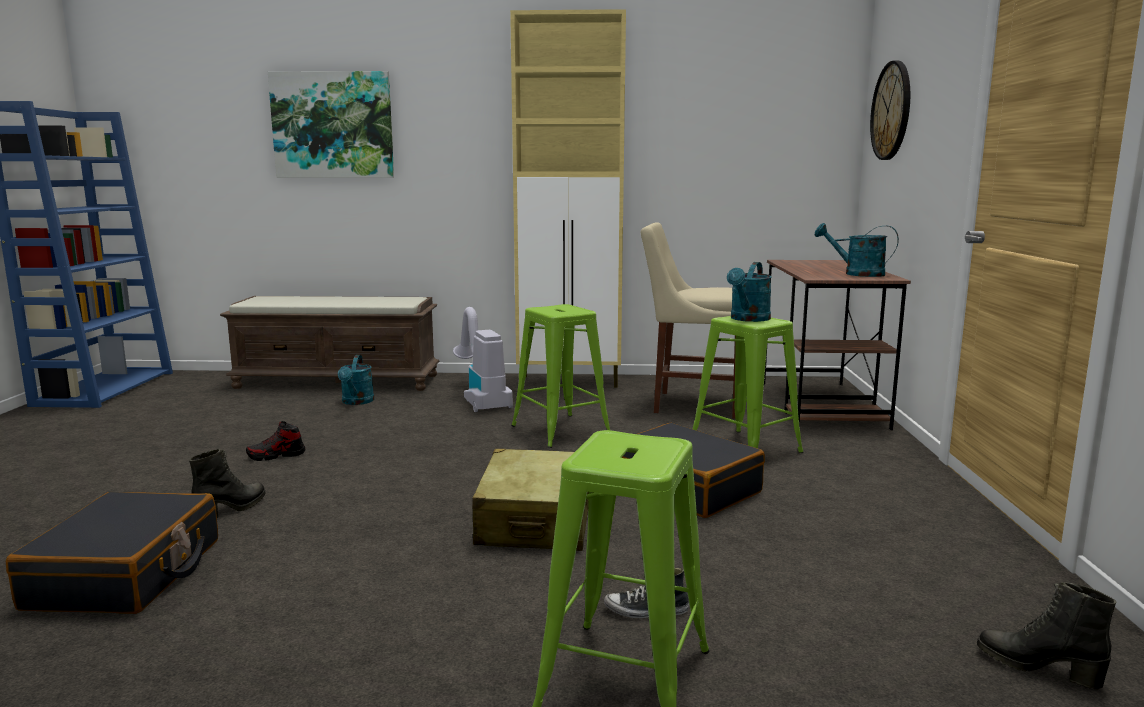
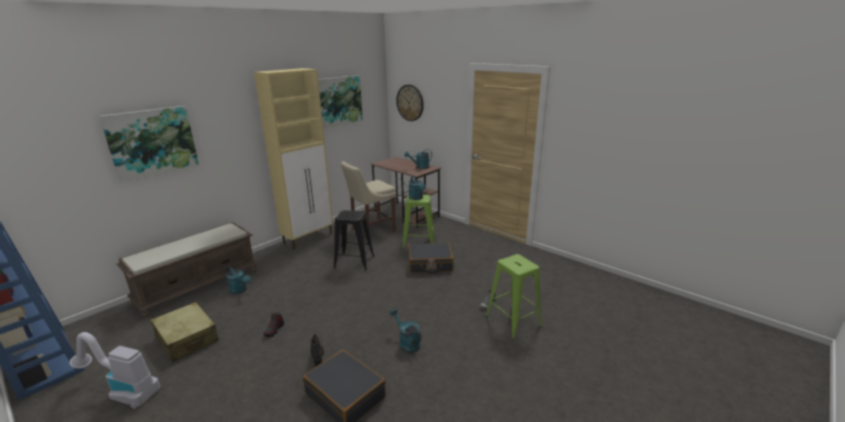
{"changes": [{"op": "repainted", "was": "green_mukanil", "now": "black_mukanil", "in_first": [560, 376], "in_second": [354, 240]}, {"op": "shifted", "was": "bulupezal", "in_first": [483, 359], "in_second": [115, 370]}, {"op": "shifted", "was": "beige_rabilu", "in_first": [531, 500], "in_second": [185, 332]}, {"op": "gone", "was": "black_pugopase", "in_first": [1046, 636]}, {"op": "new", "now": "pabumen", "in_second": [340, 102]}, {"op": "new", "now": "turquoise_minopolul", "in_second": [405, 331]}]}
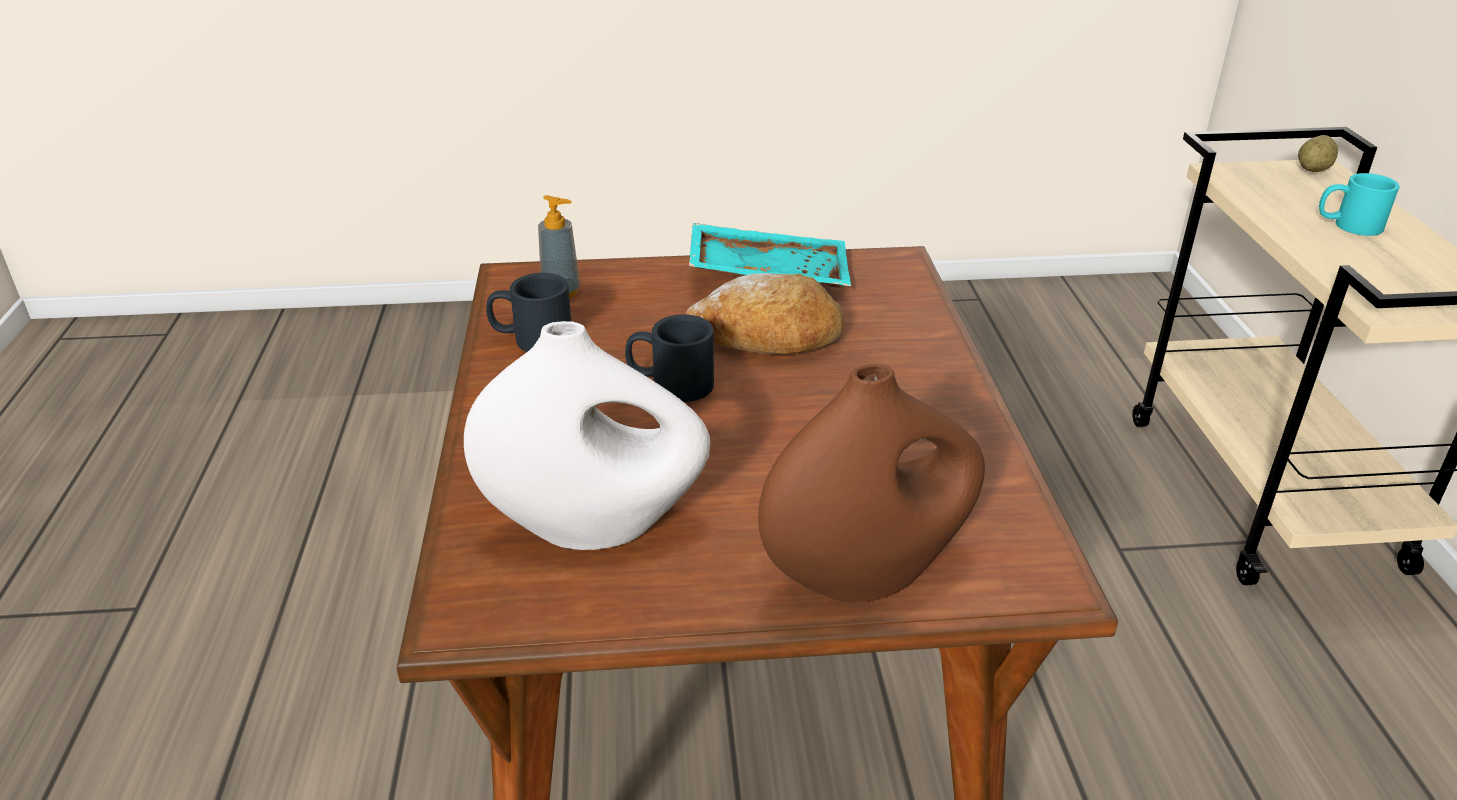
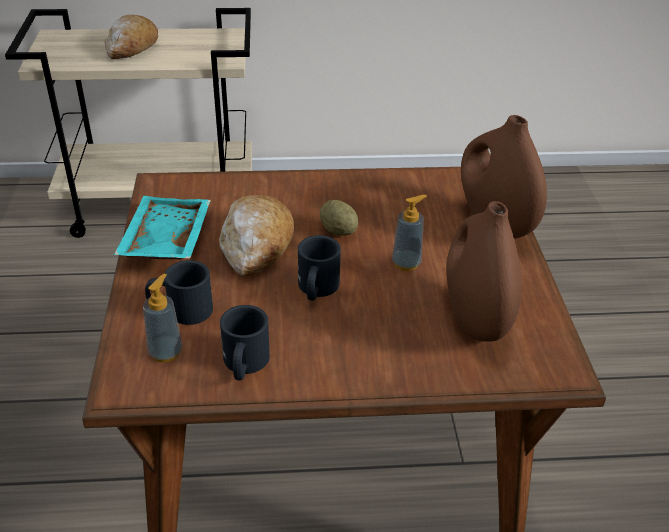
{"changes": [{"op": "shifted", "was": "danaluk", "in_first": [1318, 153], "in_second": [339, 218]}, {"op": "swapped", "was": "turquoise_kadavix", "now": "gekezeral", "in_first": [1359, 204], "in_second": [131, 37]}, {"op": "repainted", "was": "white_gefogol", "now": "brown_gefogol", "in_first": [587, 435], "in_second": [484, 271]}, {"op": "new", "now": "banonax", "in_second": [409, 233]}, {"op": "new", "now": "black_kadavix", "in_second": [179, 292]}]}
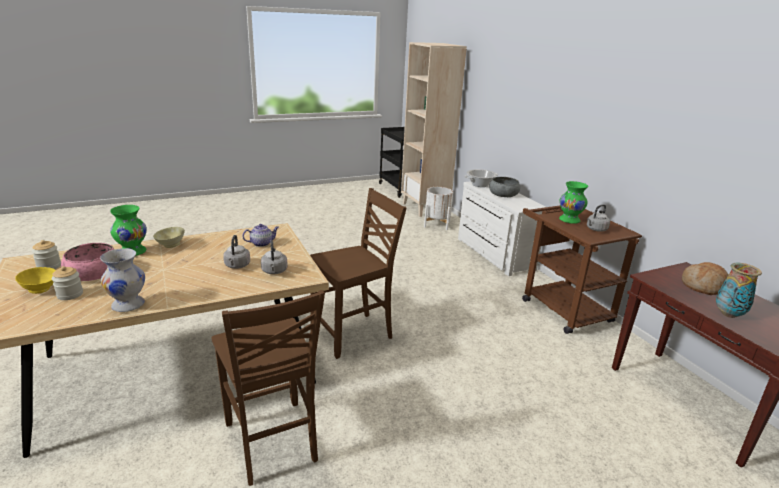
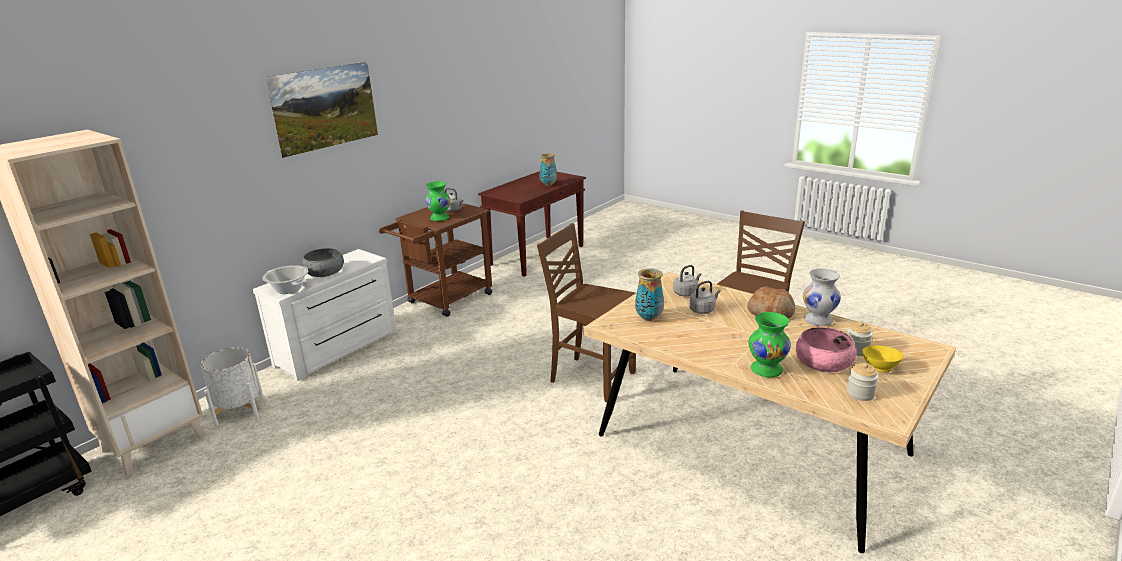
{"changes": [{"op": "swapped", "was": "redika", "now": "gefogol", "in_first": [260, 235], "in_second": [649, 294]}, {"op": "gone", "was": "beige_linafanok", "in_first": [169, 237]}, {"op": "shifted", "was": "gekezeral", "in_first": [705, 278], "in_second": [771, 302]}, {"op": "new", "now": "pabumen", "in_second": [322, 110]}]}
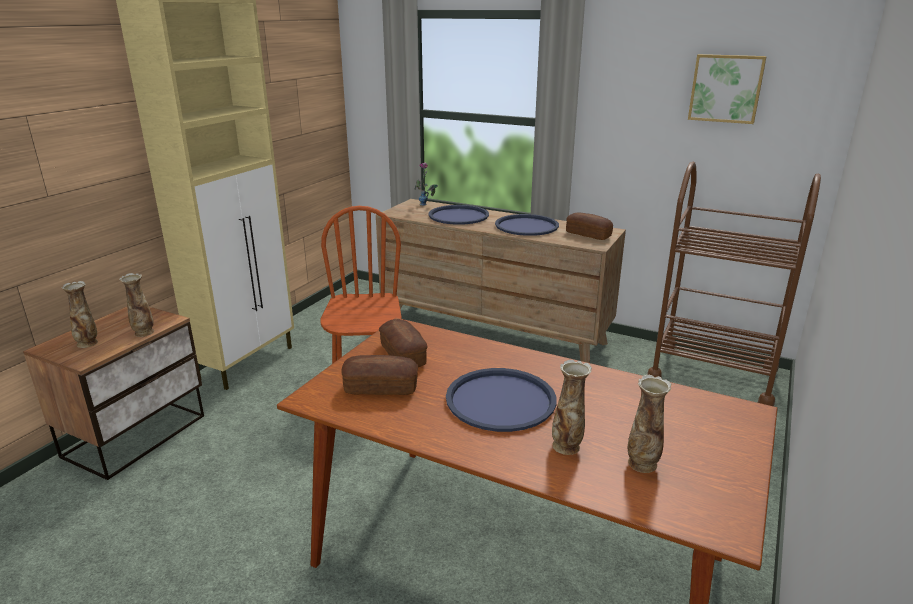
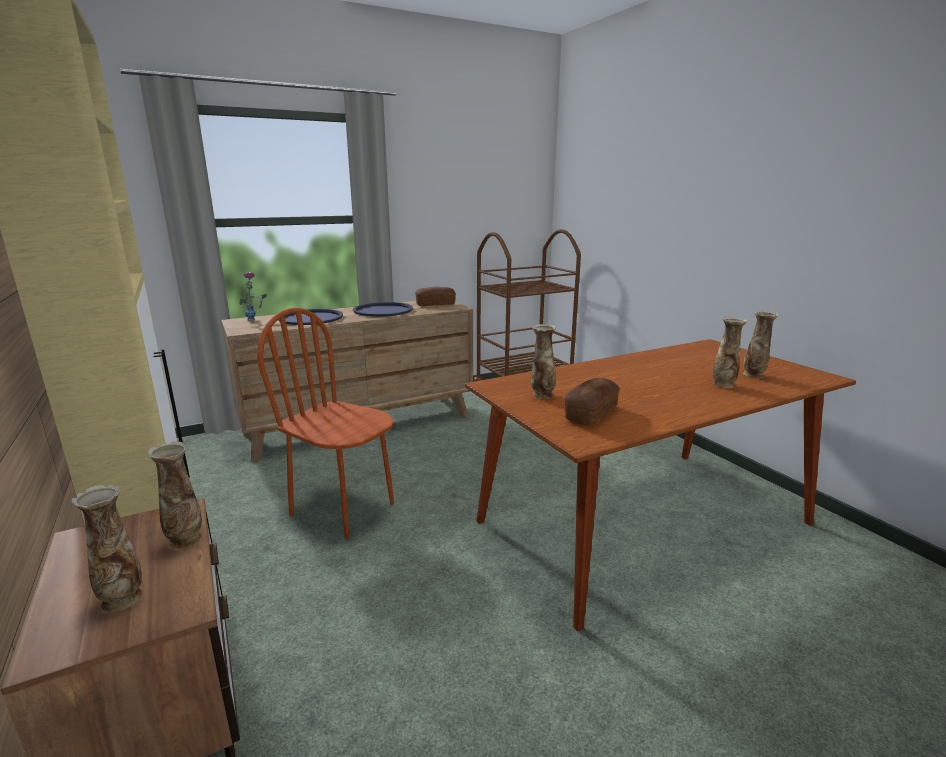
{"changes": [{"op": "gone", "was": "pabumen", "in_first": [727, 89]}, {"op": "swapped", "was": "gekezeral", "now": "gefogol", "in_first": [403, 343], "in_second": [543, 361]}, {"op": "gone", "was": "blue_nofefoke", "in_first": [501, 400]}]}
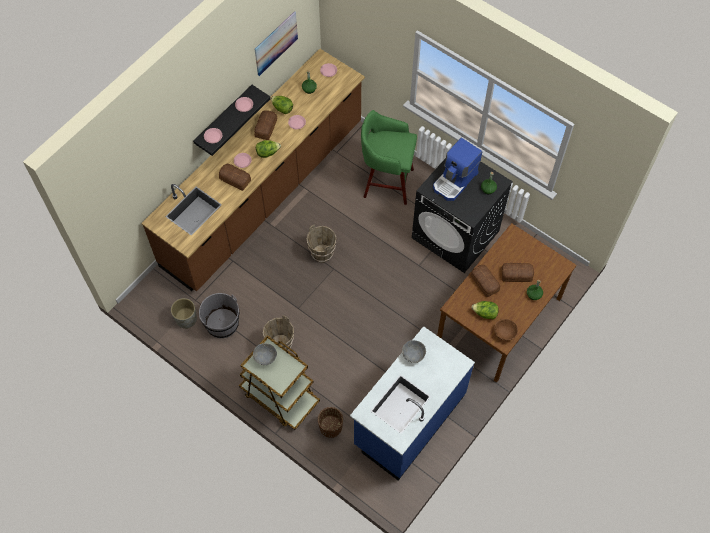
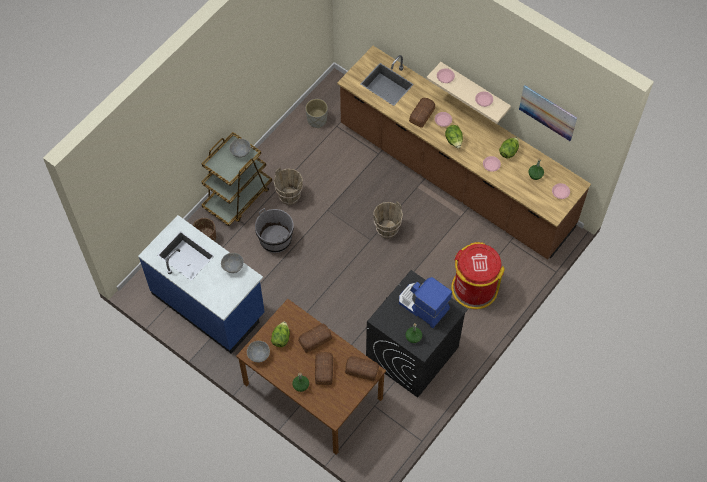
{"changes": [{"op": "repainted", "was": "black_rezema", "now": "beige_rezema", "in_first": [232, 120], "in_second": [468, 93]}, {"op": "shifted", "was": "gekezeral", "in_first": [265, 125], "in_second": [362, 368]}, {"op": "swapped", "was": "green_mukanil", "now": "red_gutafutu", "in_first": [389, 157], "in_second": [478, 275]}, {"op": "shifted", "was": "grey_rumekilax", "in_first": [219, 315], "in_second": [274, 230]}, {"op": "repainted", "was": "brown_linafanok", "now": "grey_linafanok", "in_first": [506, 329], "in_second": [258, 352]}]}
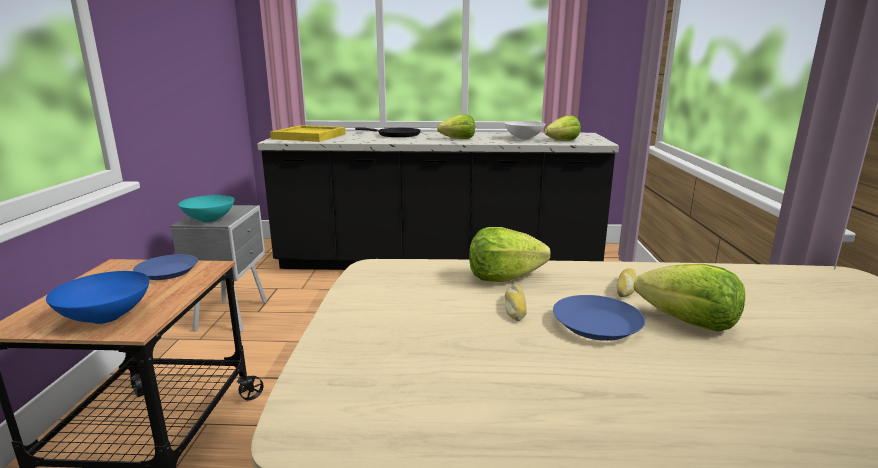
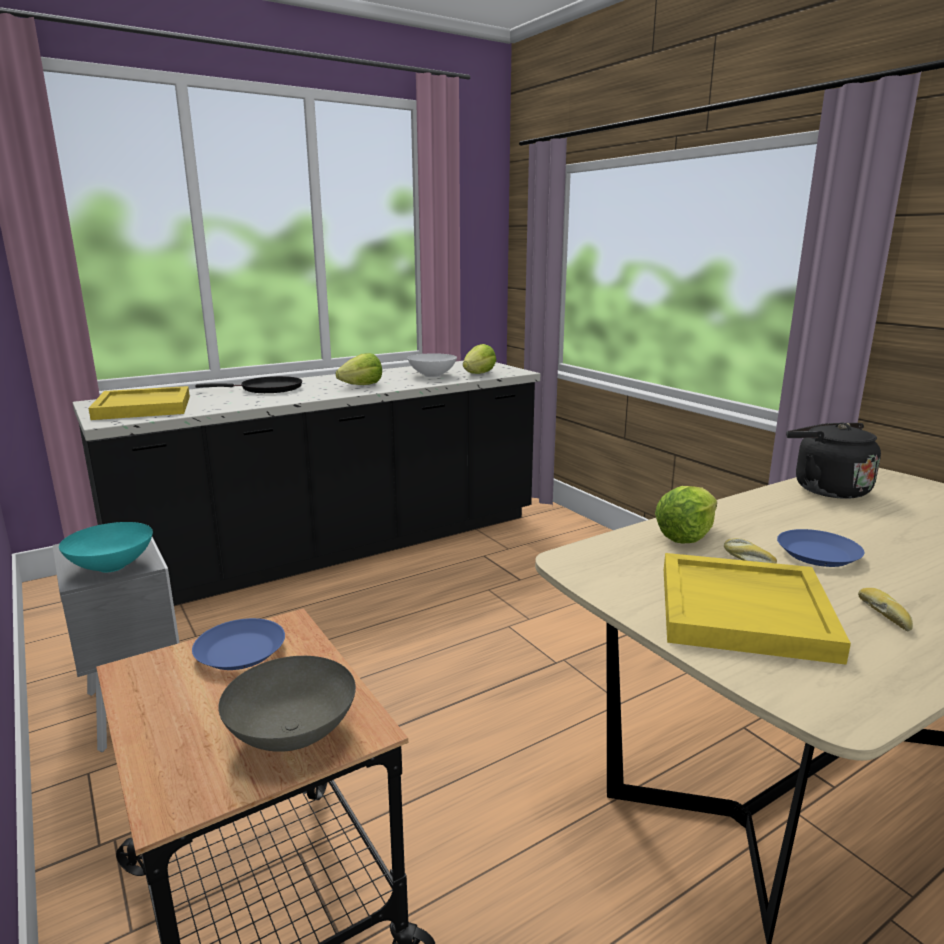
{"changes": [{"op": "gone", "was": "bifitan", "in_first": [689, 298]}, {"op": "shifted", "was": "gekezeral", "in_first": [627, 282], "in_second": [885, 610]}, {"op": "repainted", "was": "blue_linafanok", "now": "grey_linafanok", "in_first": [98, 297], "in_second": [287, 704]}, {"op": "new", "now": "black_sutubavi", "in_second": [833, 461]}, {"op": "new", "now": "yellow_nofefoke", "in_second": [757, 609]}]}
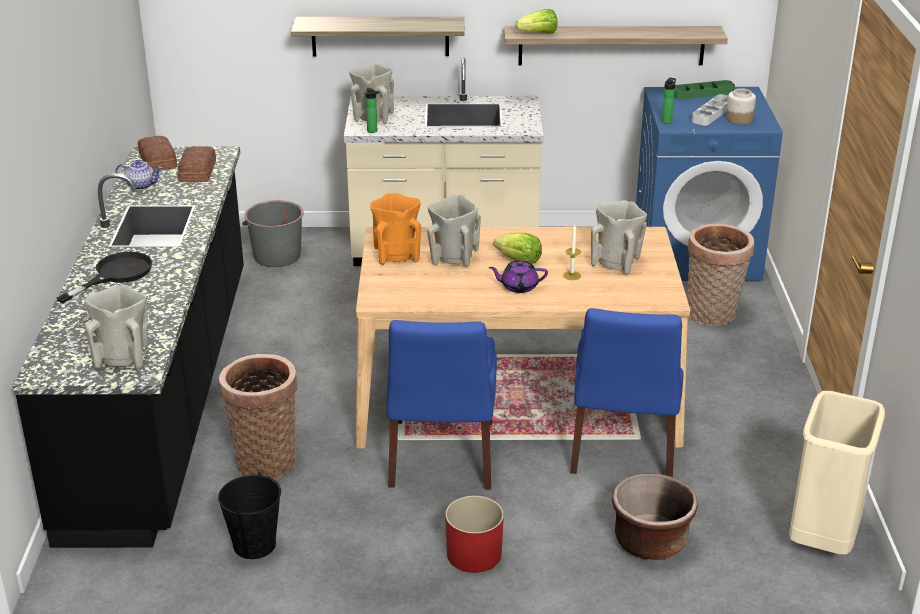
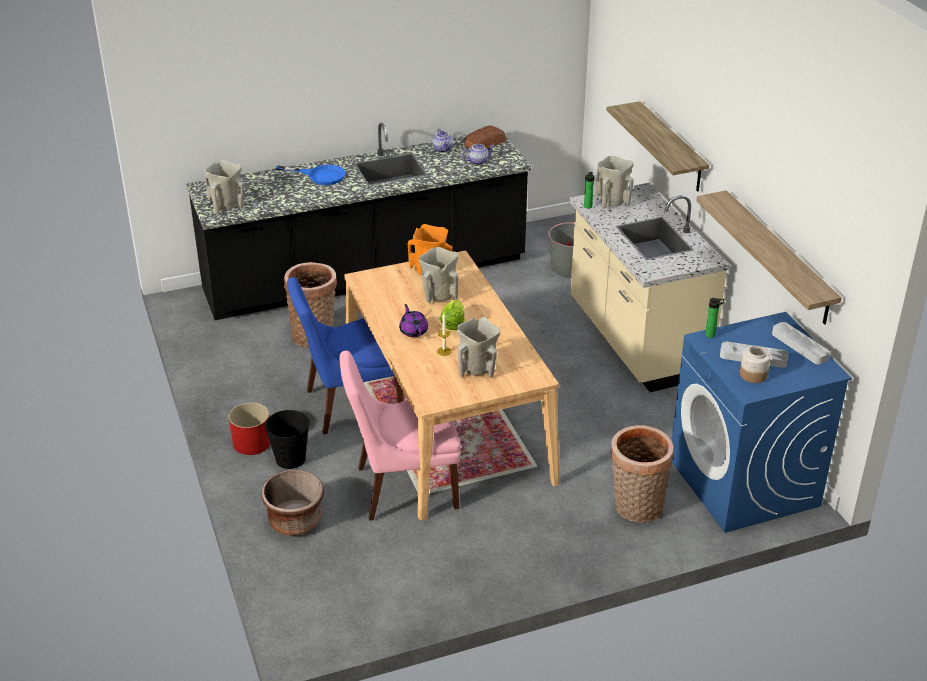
{"changes": [{"op": "gone", "was": "bifitan", "in_first": [536, 21]}, {"op": "repainted", "was": "green_nofefoke", "now": "grey_nofefoke", "in_first": [704, 89], "in_second": [801, 343]}, {"op": "swapped", "was": "gekezeral", "now": "redika", "in_first": [197, 164], "in_second": [478, 154]}, {"op": "repainted", "was": "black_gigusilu", "now": "blue_gigusilu", "in_first": [104, 277], "in_second": [310, 175]}, {"op": "repainted", "was": "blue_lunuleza", "now": "pink_lunuleza", "in_first": [626, 392], "in_second": [400, 436]}, {"op": "gone", "was": "beige_gutafutu", "in_first": [837, 473]}, {"op": "shifted", "was": "black_rumekilax", "in_first": [249, 515], "in_second": [287, 439]}]}
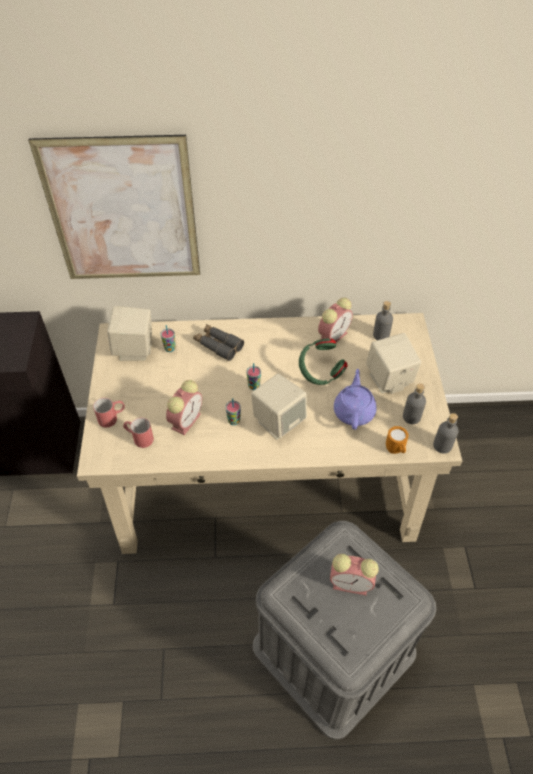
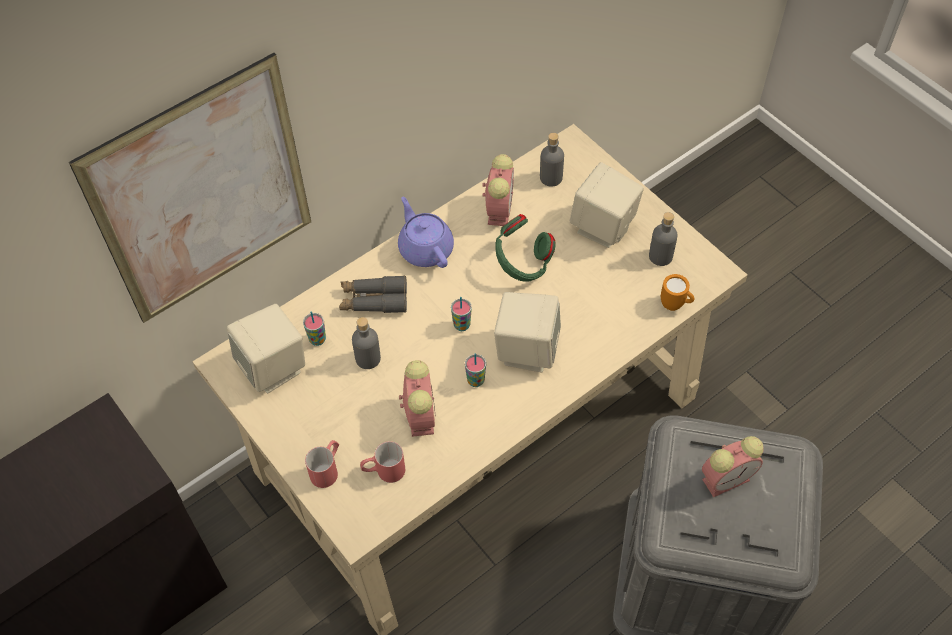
{"changes": [{"op": "shifted", "was": "purple_redika", "in_first": [355, 399], "in_second": [426, 232]}, {"op": "shifted", "was": "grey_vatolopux", "in_first": [446, 433], "in_second": [366, 343]}]}
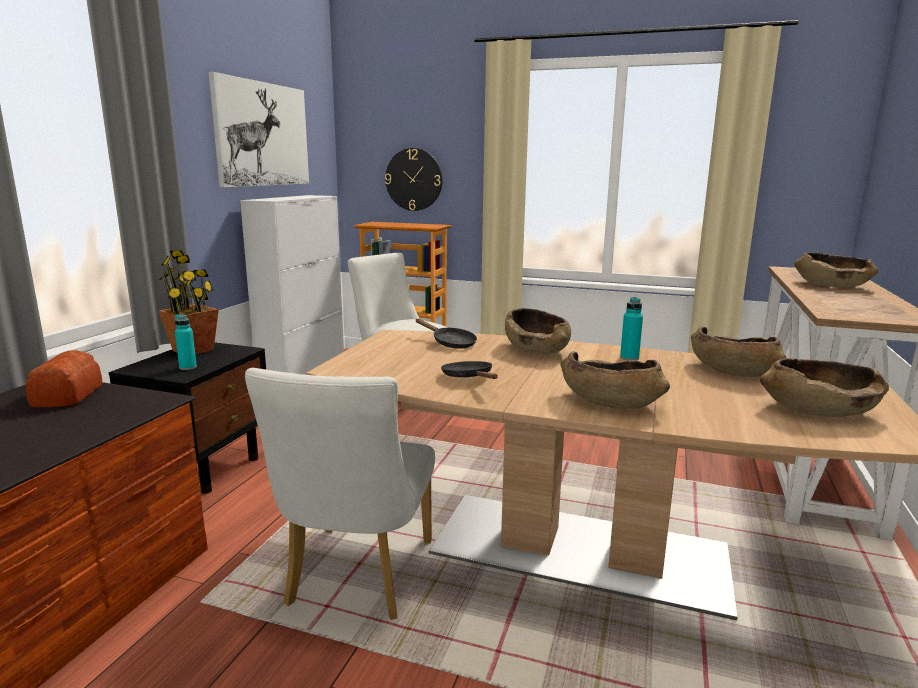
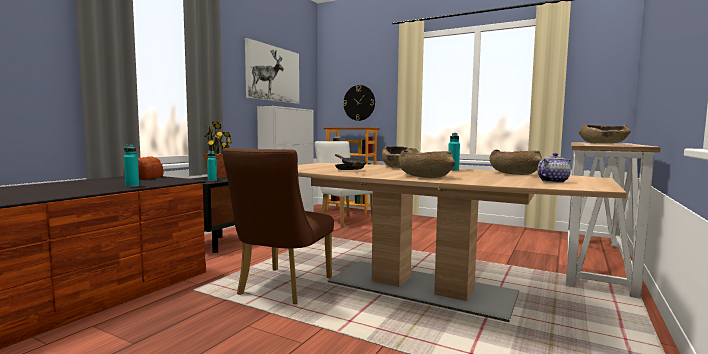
{"changes": [{"op": "swapped", "was": "brown_linafanok", "now": "redika", "in_first": [824, 387], "in_second": [554, 168]}, {"op": "repainted", "was": "white_lunuleza", "now": "brown_lunuleza", "in_first": [340, 494], "in_second": [278, 226]}, {"op": "new", "now": "turquoise_vatolopux", "in_second": [131, 165]}]}
